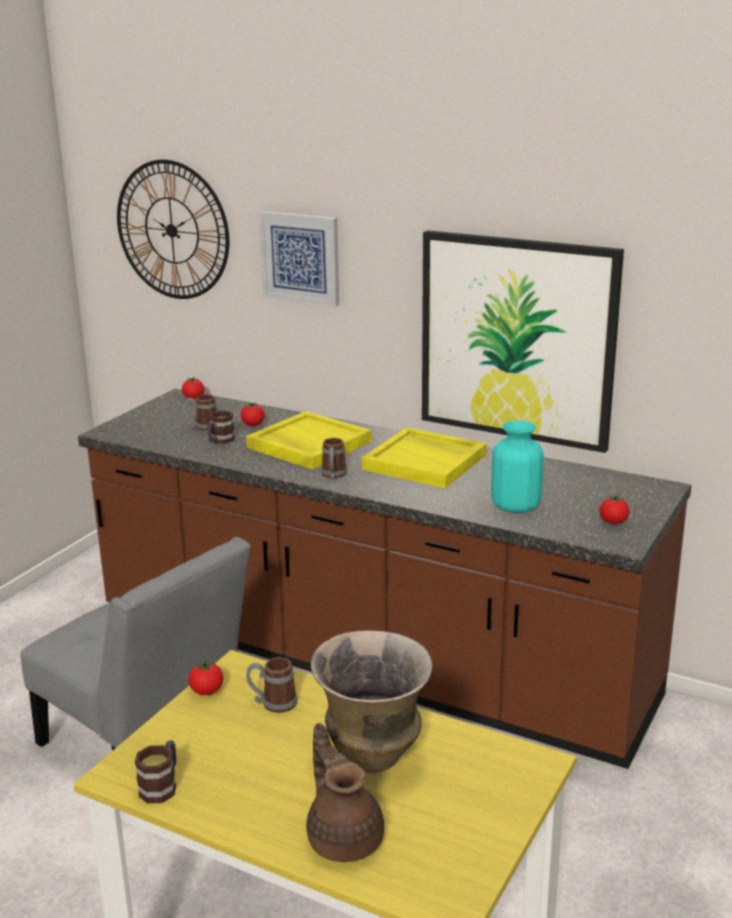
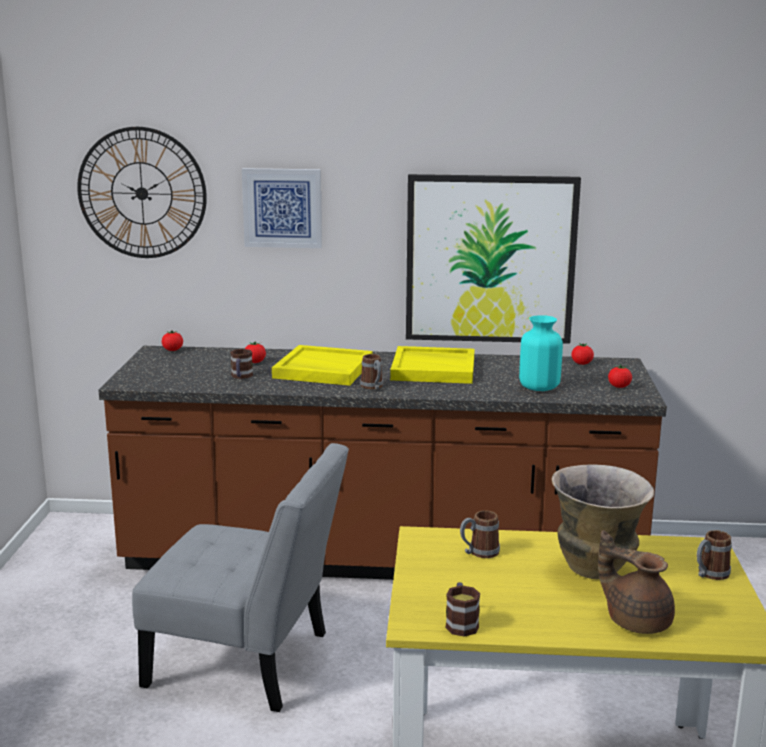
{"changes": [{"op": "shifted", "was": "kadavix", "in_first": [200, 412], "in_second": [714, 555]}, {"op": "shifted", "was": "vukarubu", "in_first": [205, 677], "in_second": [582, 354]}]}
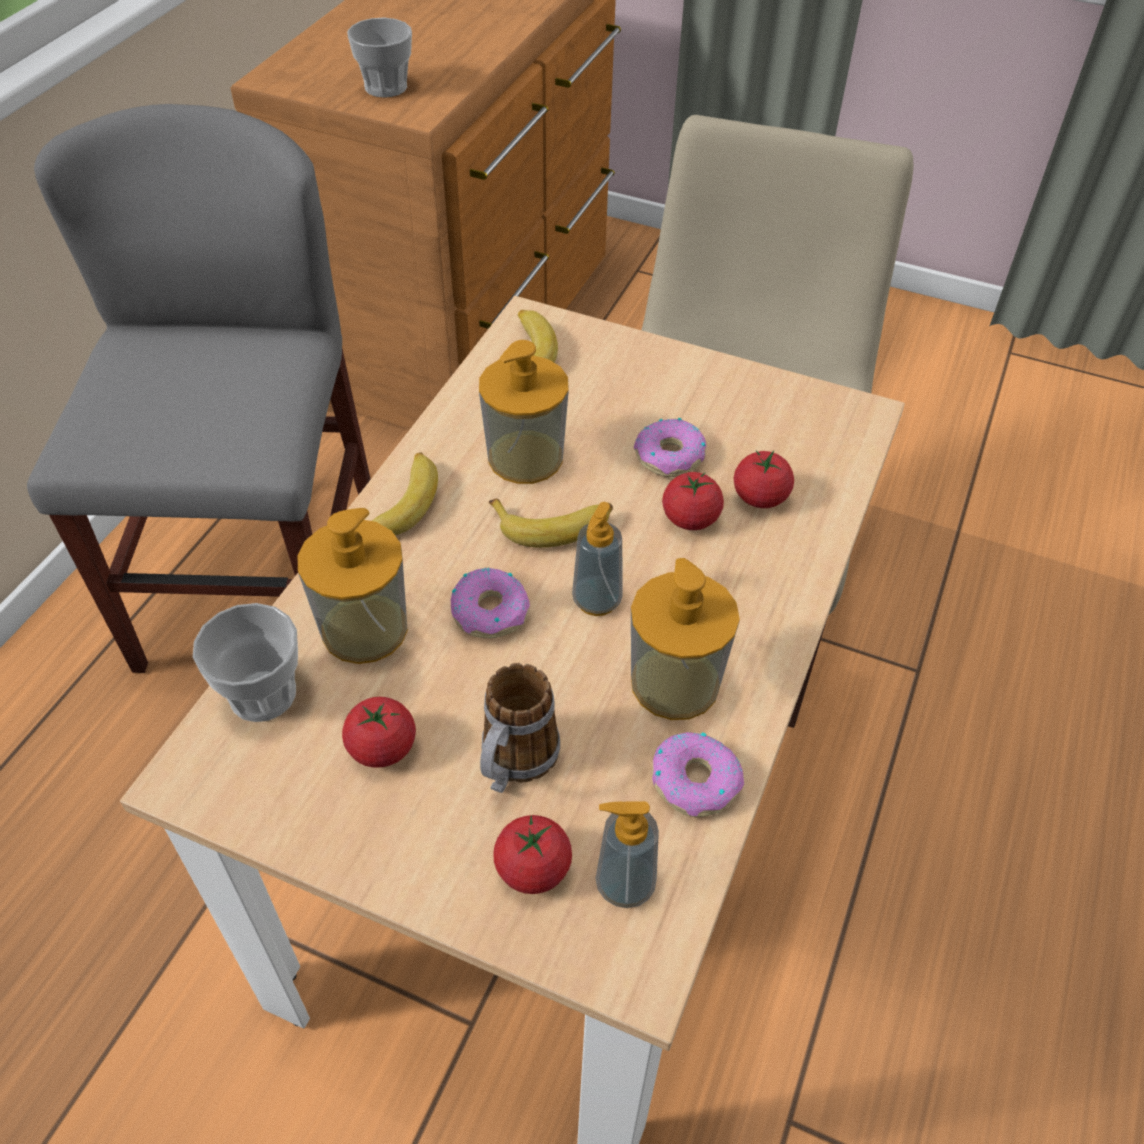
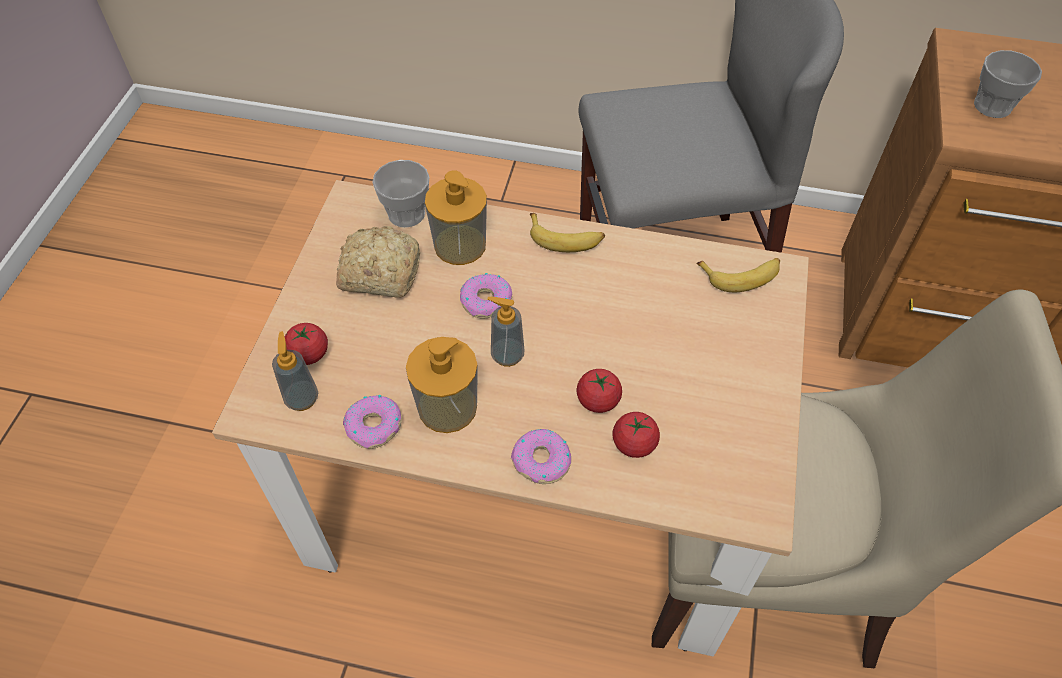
{"changes": [{"op": "gone", "was": "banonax", "in_first": [524, 412]}, {"op": "shifted", "was": "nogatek", "in_first": [670, 447], "in_second": [541, 456]}, {"op": "gone", "was": "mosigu", "in_first": [551, 523]}, {"op": "gone", "was": "kadavix", "in_first": [520, 728]}, {"op": "swapped", "was": "vukarubu", "now": "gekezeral", "in_first": [379, 732], "in_second": [378, 262]}]}
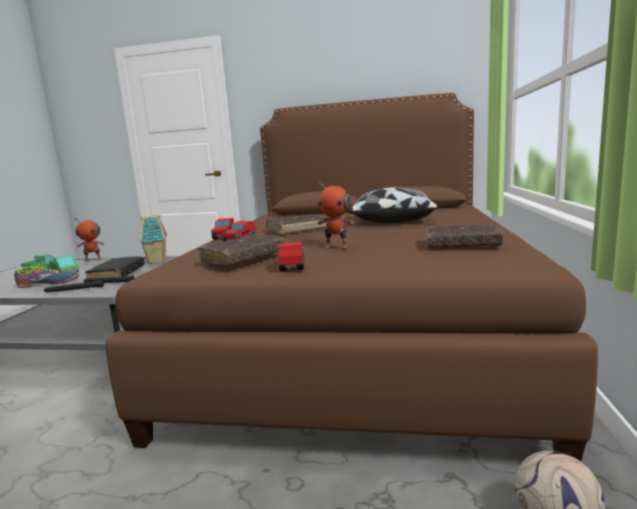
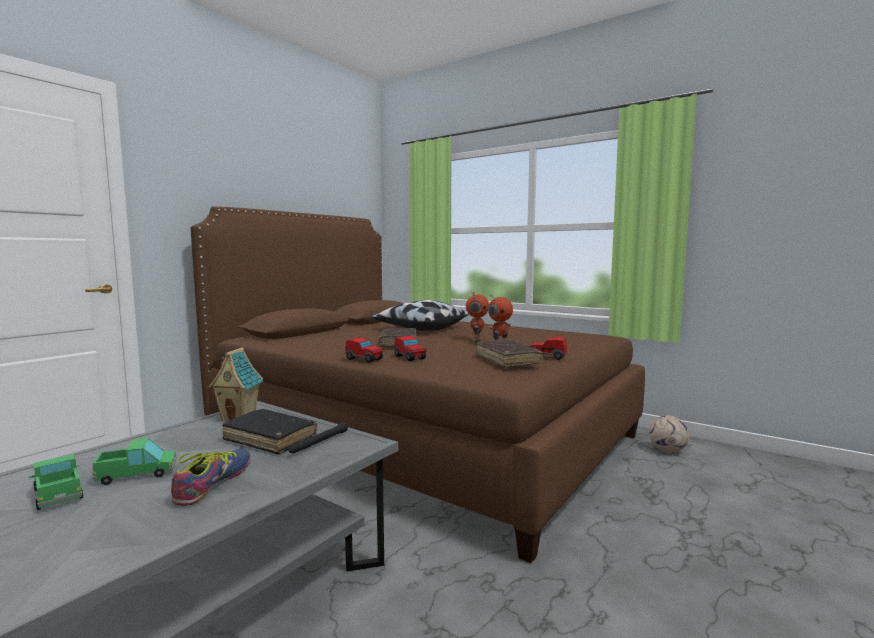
{"changes": [{"op": "shifted", "was": "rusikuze", "in_first": [89, 240], "in_second": [477, 317]}, {"op": "gone", "was": "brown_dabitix", "in_first": [465, 236]}, {"op": "gone", "was": "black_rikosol", "in_first": [74, 286]}]}
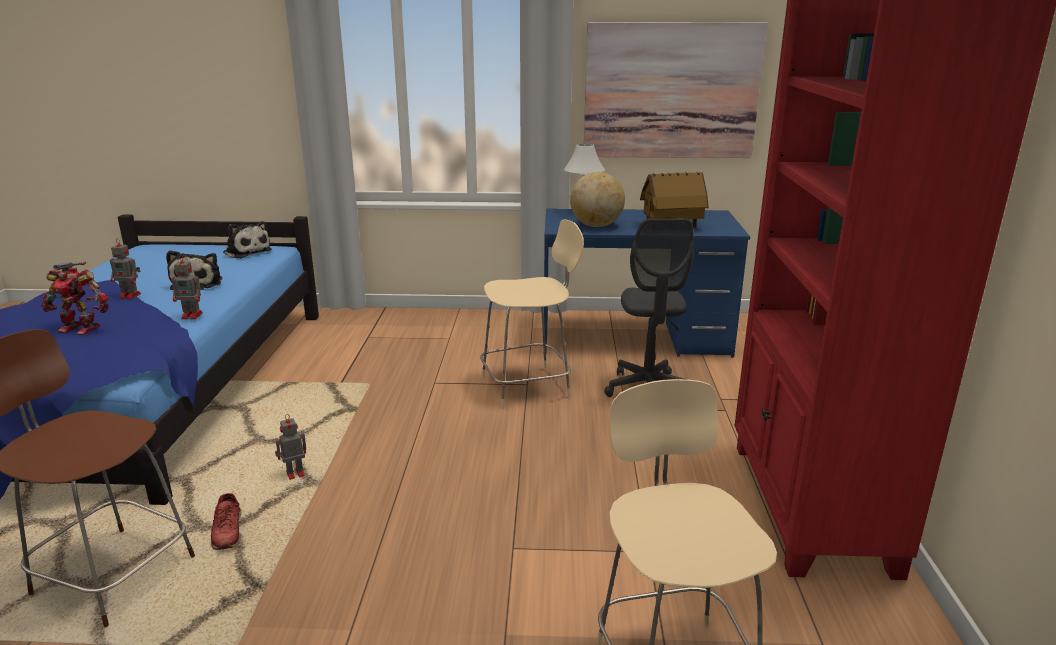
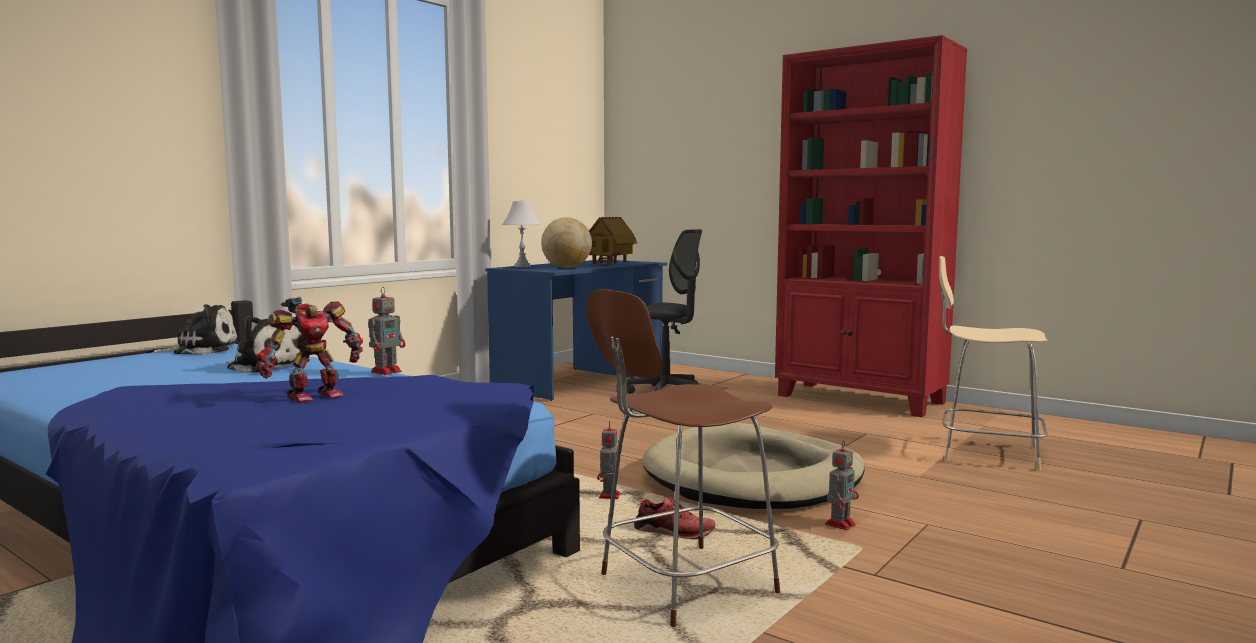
{"changes": [{"op": "gone", "was": "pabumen", "in_first": [675, 90]}, {"op": "gone", "was": "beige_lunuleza", "in_first": [532, 314]}, {"op": "shifted", "was": "rusikuze", "in_first": [125, 269], "in_second": [842, 486]}, {"op": "new", "now": "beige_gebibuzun", "in_second": [754, 466]}]}
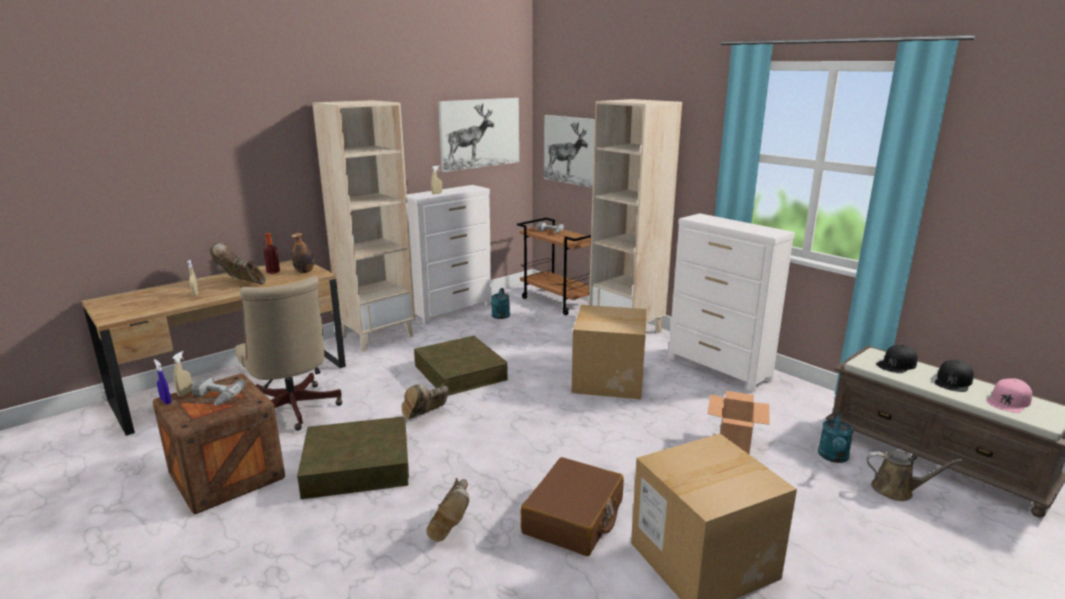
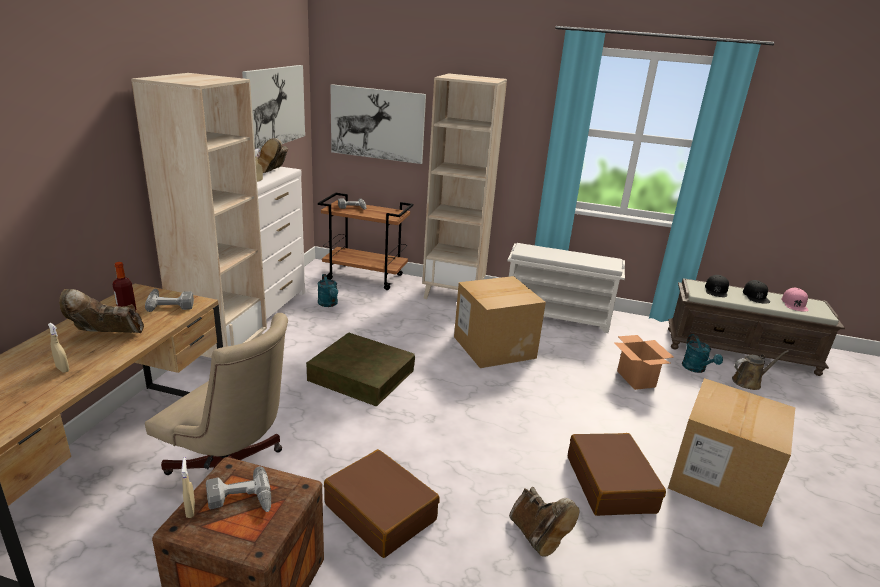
{"changes": [{"op": "swapped", "was": "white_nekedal", "now": "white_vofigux", "in_first": [731, 302], "in_second": [566, 288]}, {"op": "swapped", "was": "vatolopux", "now": "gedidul", "in_first": [302, 253], "in_second": [169, 300]}, {"op": "gone", "was": "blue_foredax", "in_first": [163, 381]}, {"op": "shifted", "was": "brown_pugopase", "in_first": [425, 401], "in_second": [273, 155]}, {"op": "swapped", "was": "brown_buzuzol", "now": "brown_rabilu", "in_first": [353, 457], "in_second": [382, 503]}]}
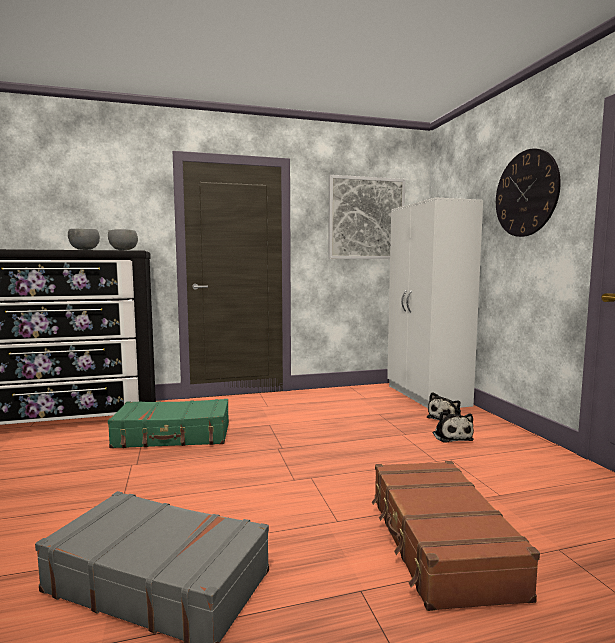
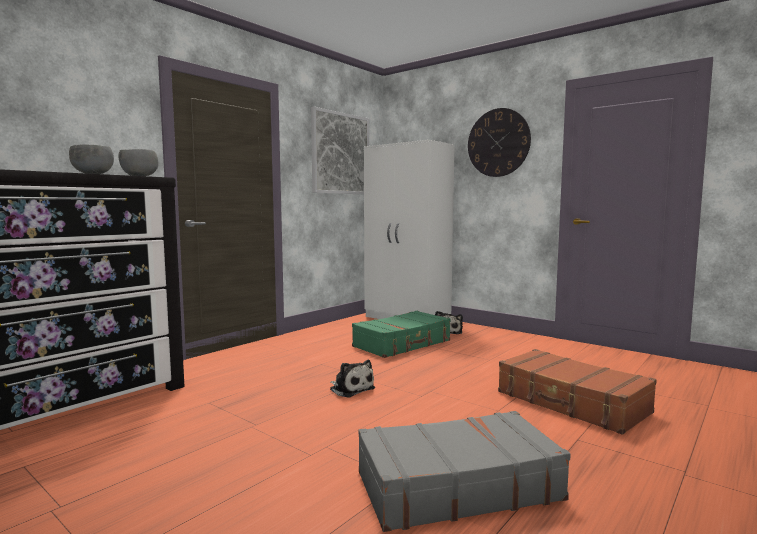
{"changes": [{"op": "shifted", "was": "green_rabilu", "in_first": [168, 423], "in_second": [401, 334]}, {"op": "shifted", "was": "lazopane", "in_first": [453, 427], "in_second": [352, 379]}]}
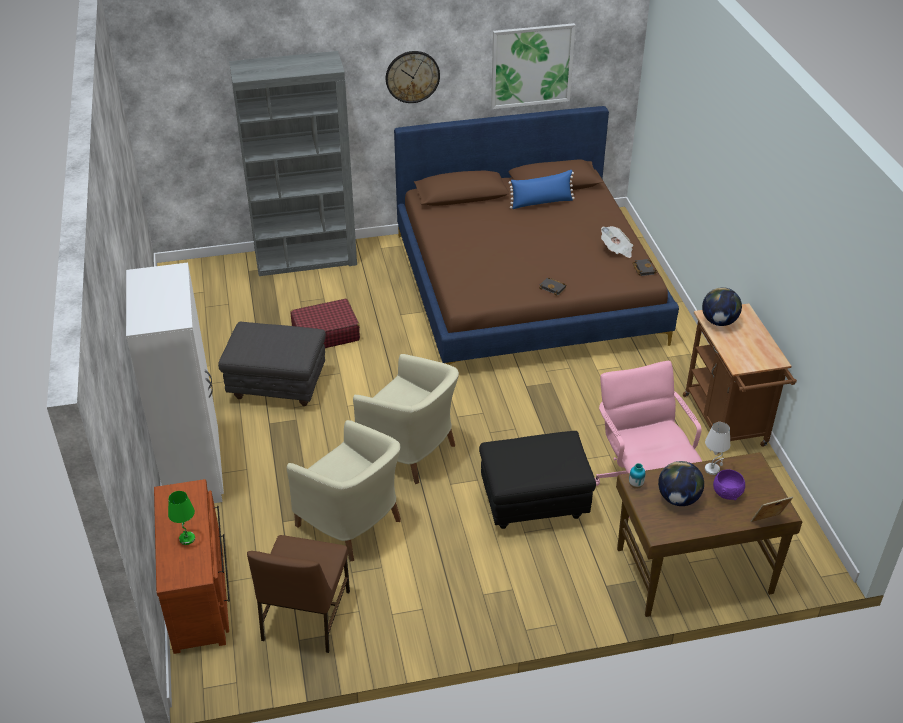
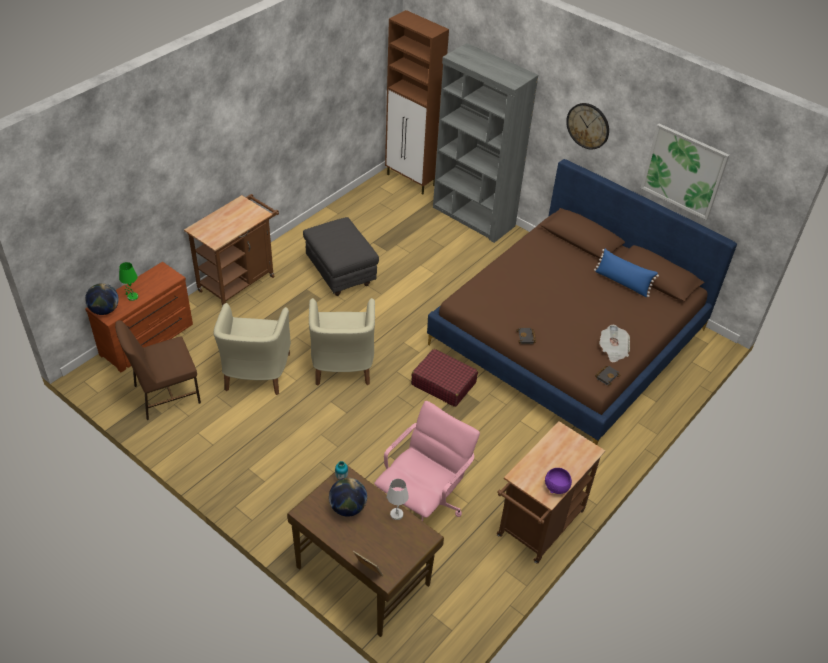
{"changes": [{"op": "swapped", "was": "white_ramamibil", "now": "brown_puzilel", "in_first": [175, 383], "in_second": [231, 250]}, {"op": "shifted", "was": "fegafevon", "in_first": [722, 306], "in_second": [102, 299]}, {"op": "shifted", "was": "red_rabilu", "in_first": [325, 323], "in_second": [444, 378]}, {"op": "gone", "was": "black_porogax", "in_first": [537, 480]}, {"op": "shifted", "was": "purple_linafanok", "in_first": [729, 484], "in_second": [558, 481]}, {"op": "new", "now": "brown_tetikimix", "in_second": [417, 102]}]}
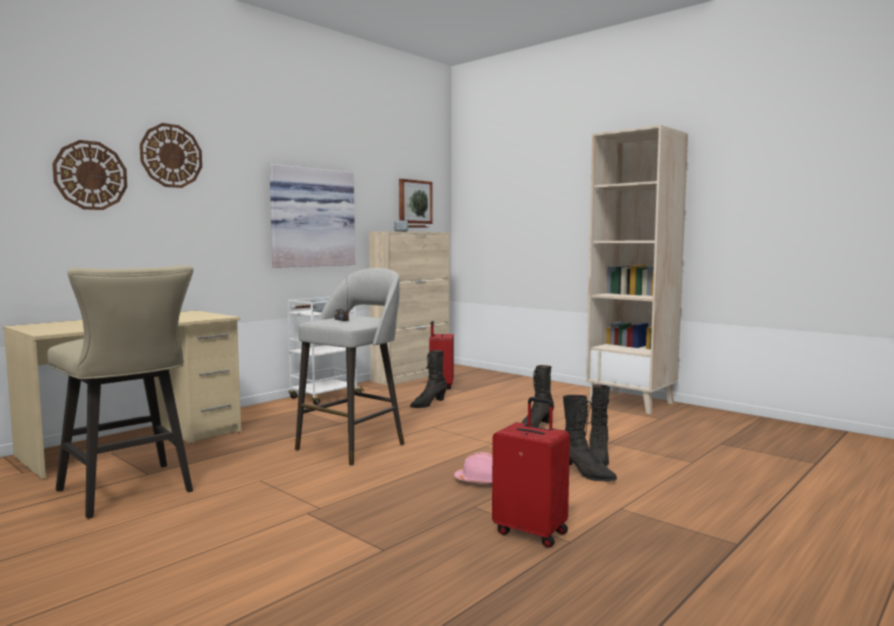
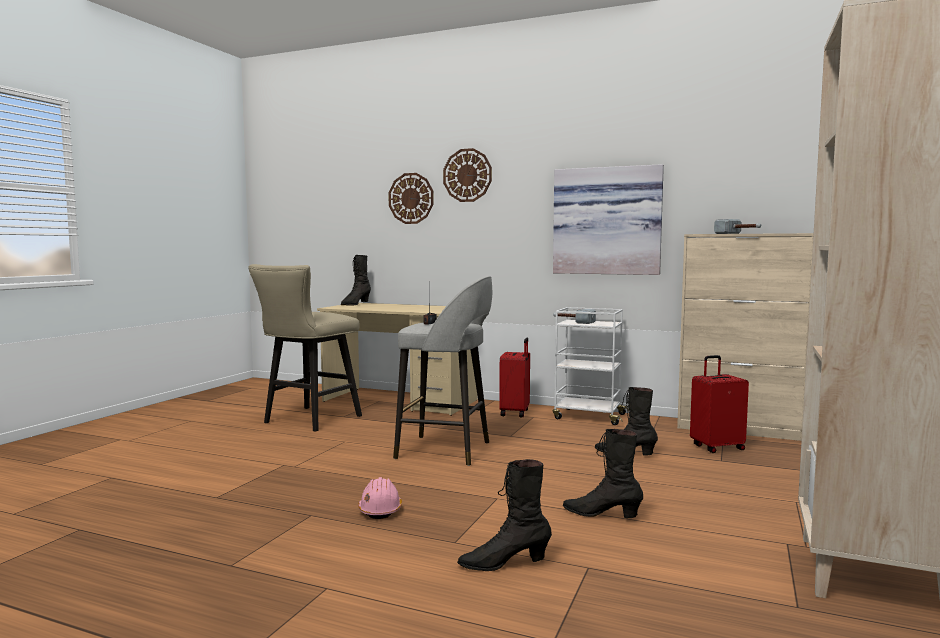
{"changes": [{"op": "gone", "was": "pabumen", "in_first": [416, 201]}, {"op": "shifted", "was": "black_pugopase", "in_first": [590, 438], "in_second": [356, 280]}, {"op": "shifted", "was": "red_rabilu", "in_first": [531, 472], "in_second": [514, 377]}]}
